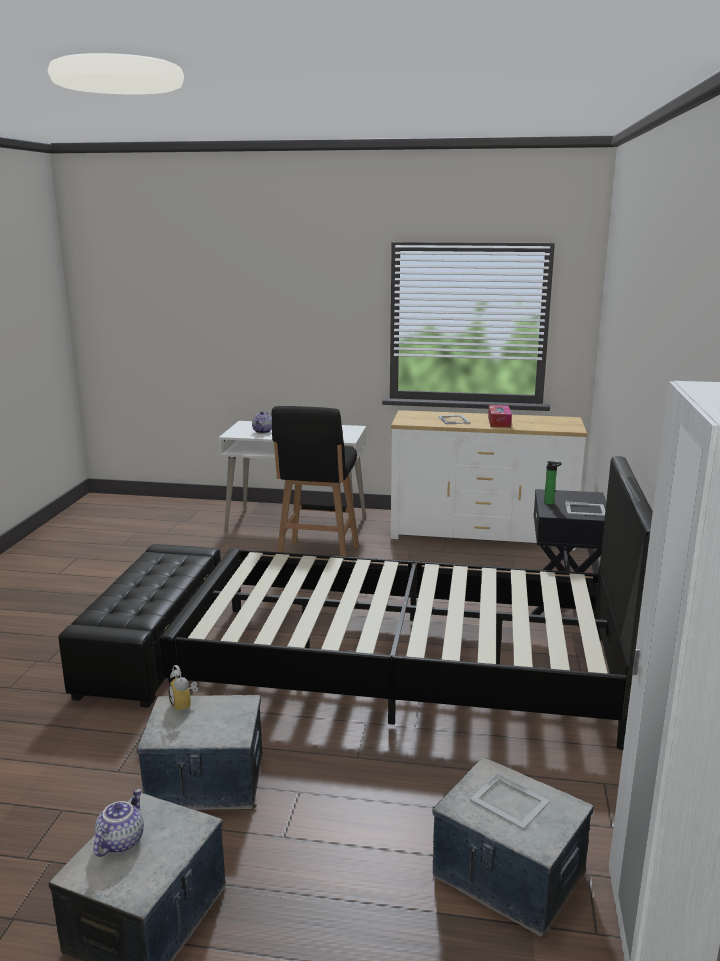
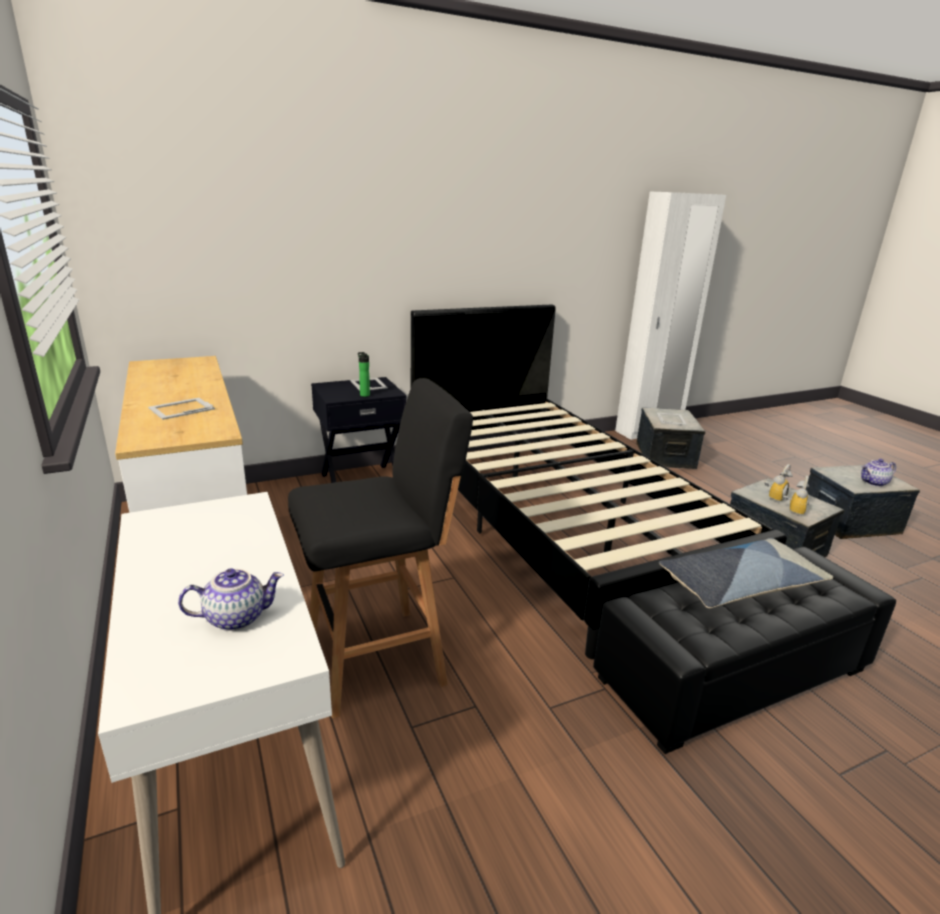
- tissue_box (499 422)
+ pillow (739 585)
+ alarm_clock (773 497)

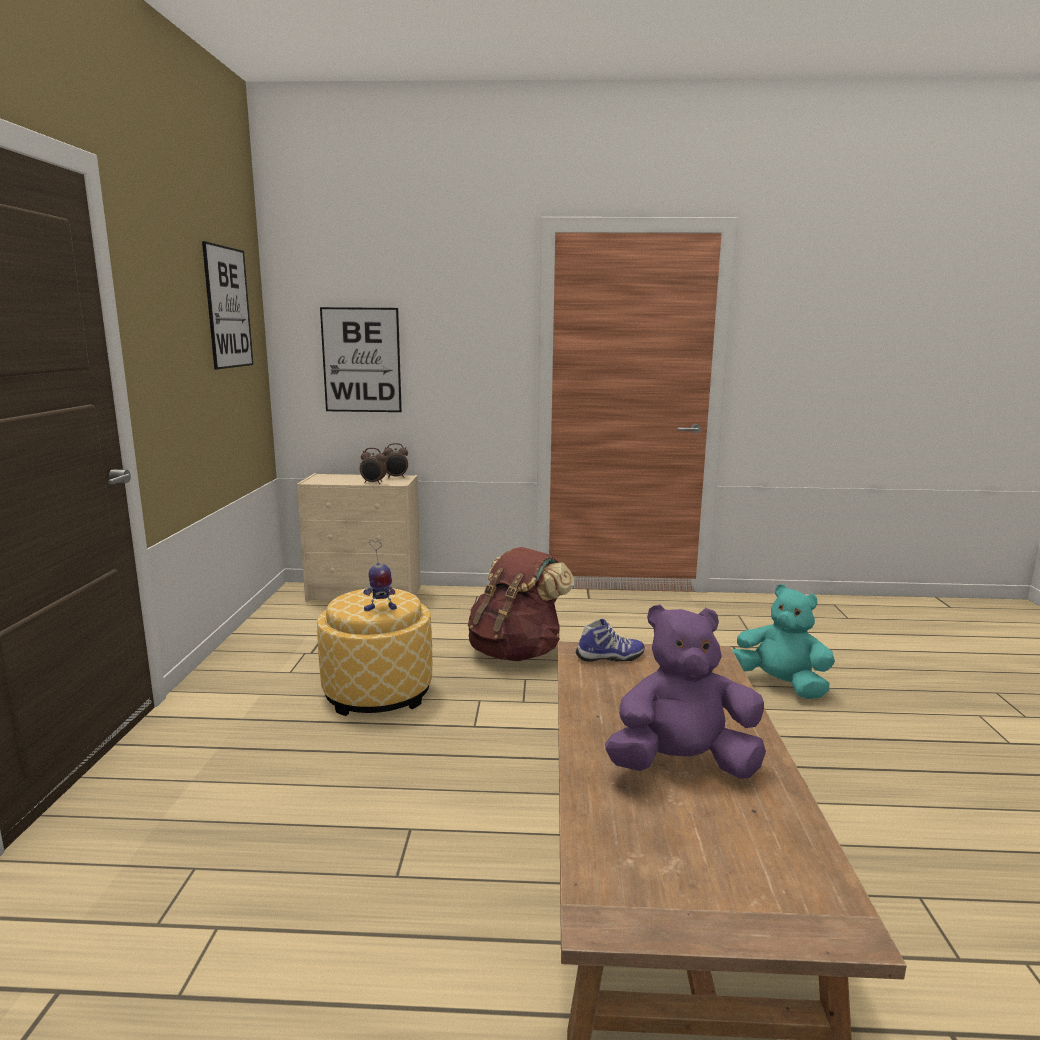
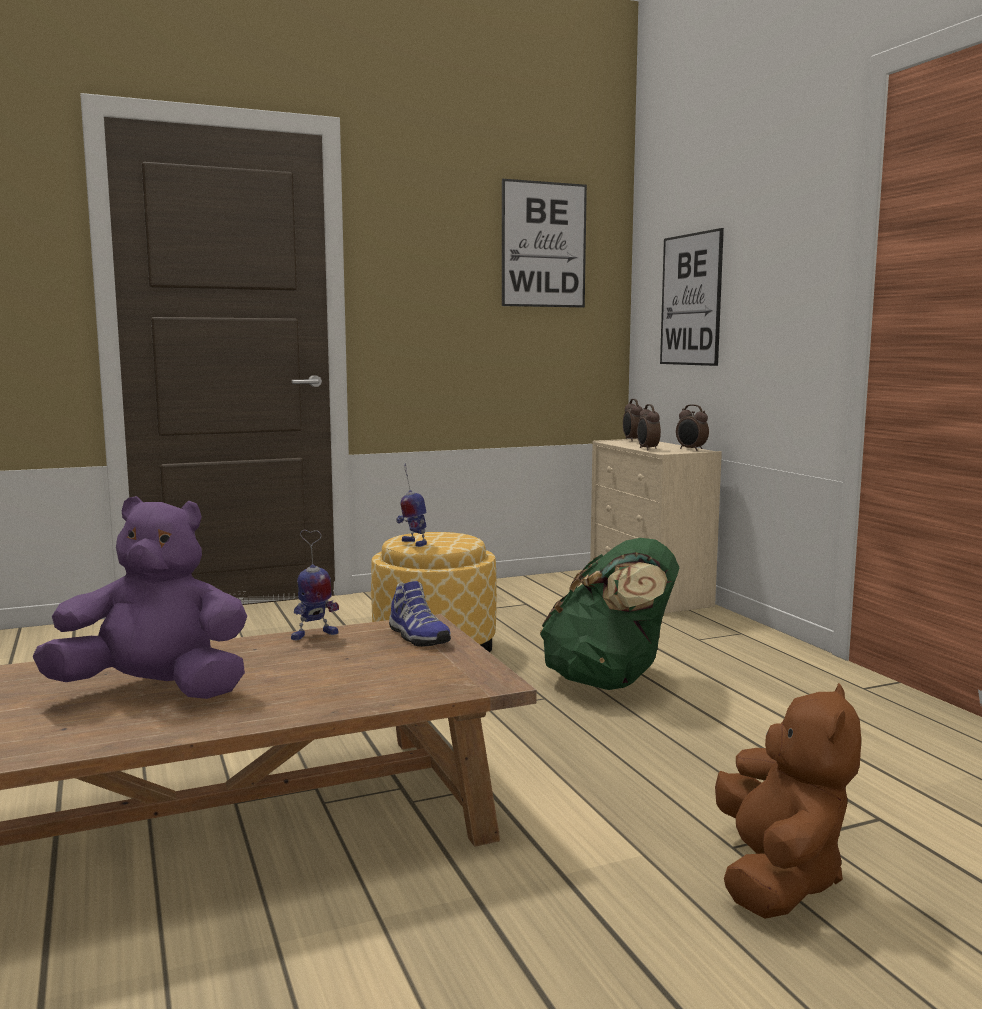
+ toy_robot (313 635)
+ alarm_clock (632 440)
~ brown_backpack (516 652) to green_backpack (610 681)
~ turquoise_plush_toy (779 685) to brown_plush_toy (777 877)
~ purple_plush_toy (682 765) = (155 691) 60 degrees counterclockwise

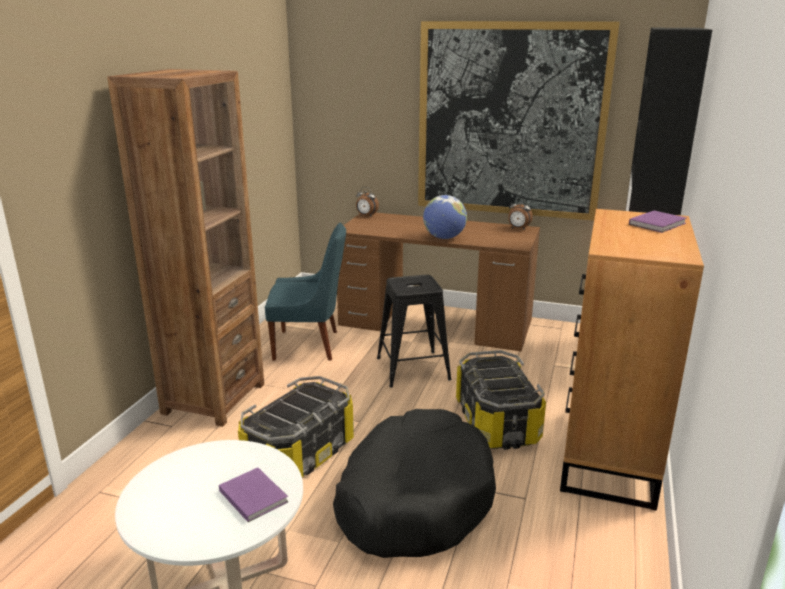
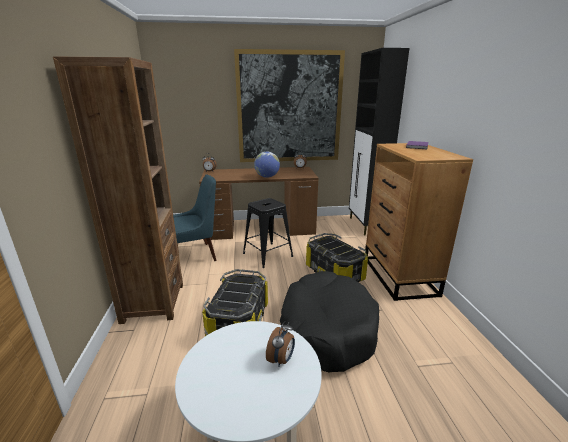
~ purple_book (253 495) to alarm_clock (281 359)

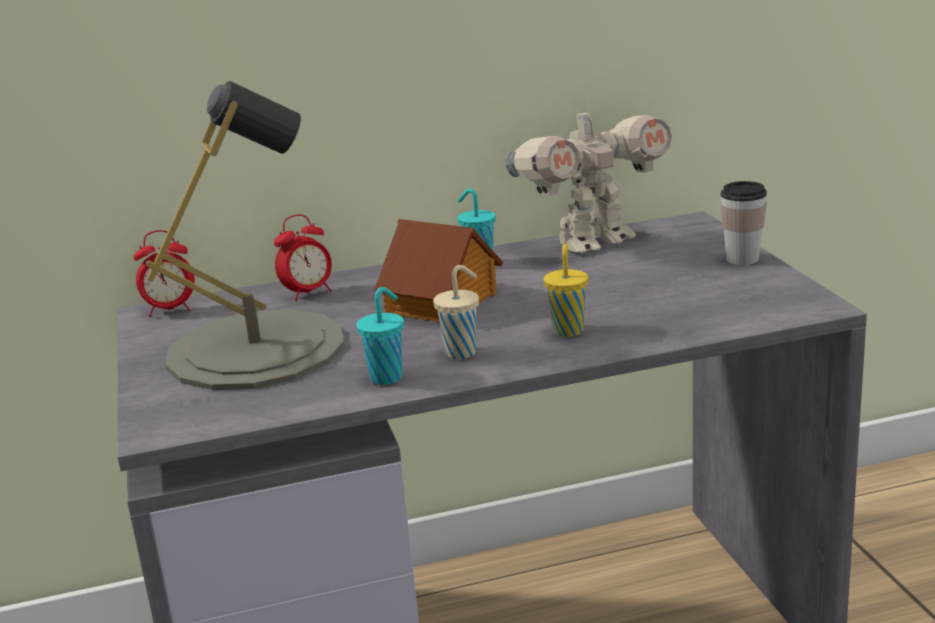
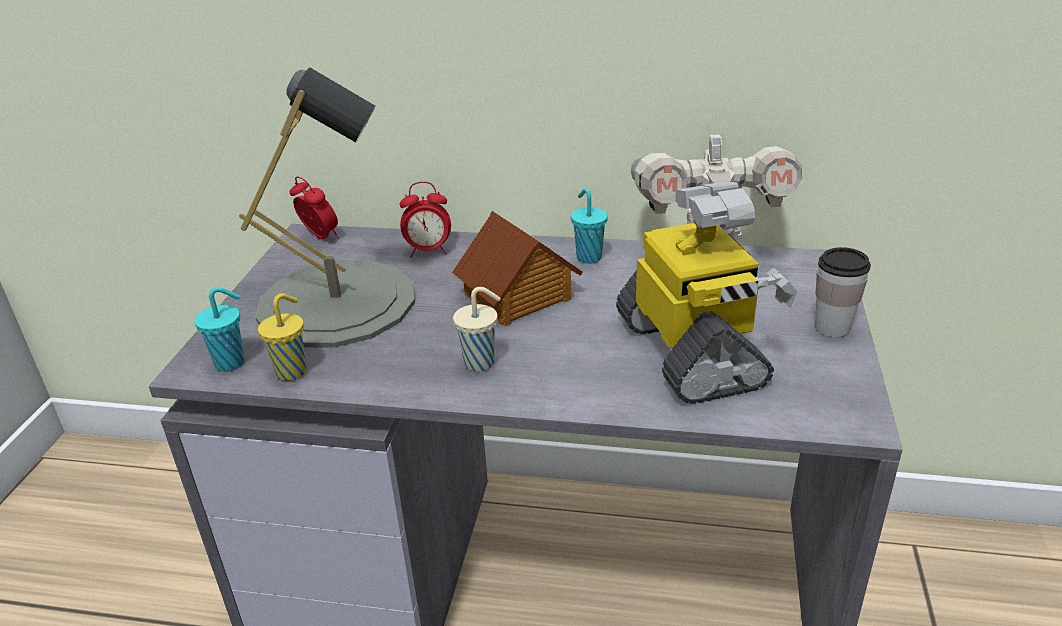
+ toy_robot (693 353)
~ turquoise_cup (387 377) to (232 362)
~ yellow_cup (568 330) to (293 371)
~ alarm_clock (170 310) = (320 238) 150 degrees counterclockwise

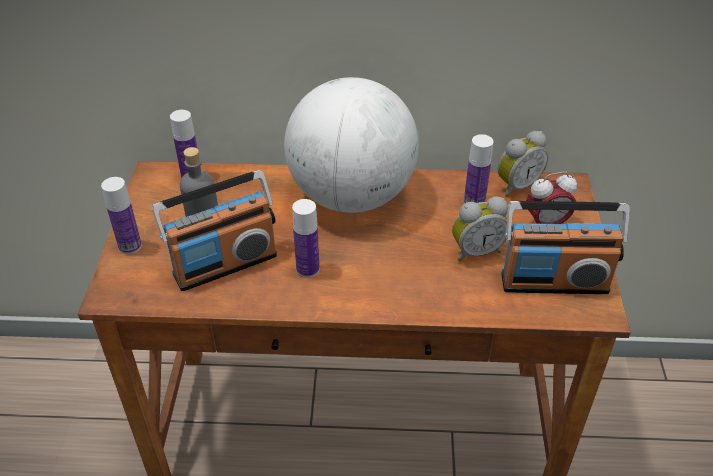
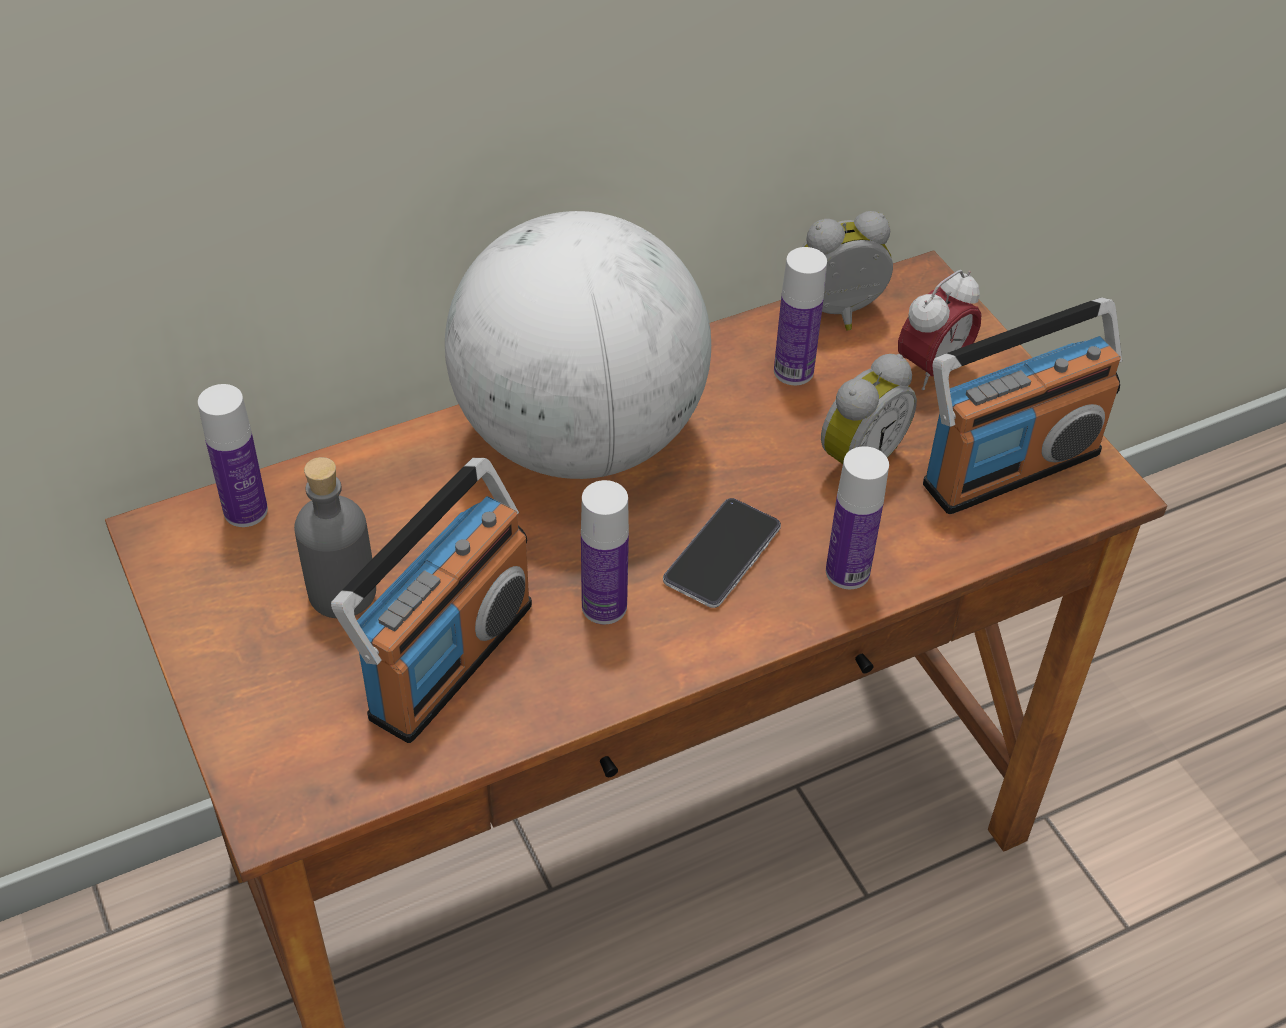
+ phone (722 554)
~ bottle (130 246) to (847 572)
~ alarm_clock (516 185) = (839 315) 135 degrees counterclockwise

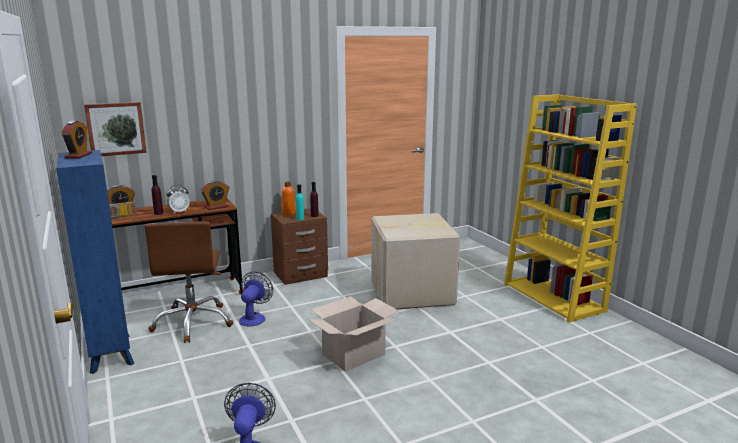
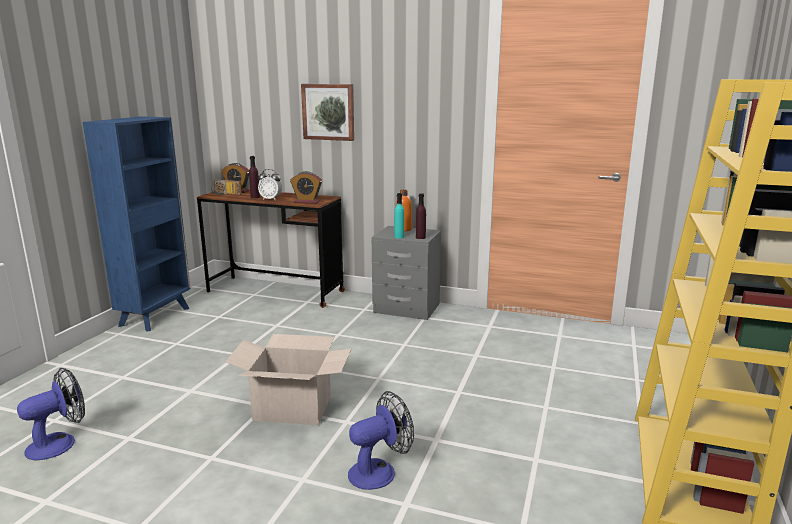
- alarm_clock (78 156)
- brown_office_chair (193 323)
- cardboard_box (413 293)
~ picture (116 128) to (328 112)
~ fan (254 317) to (379 471)
~ brown_nightstand (300 274) to grey_nightstand (406 308)

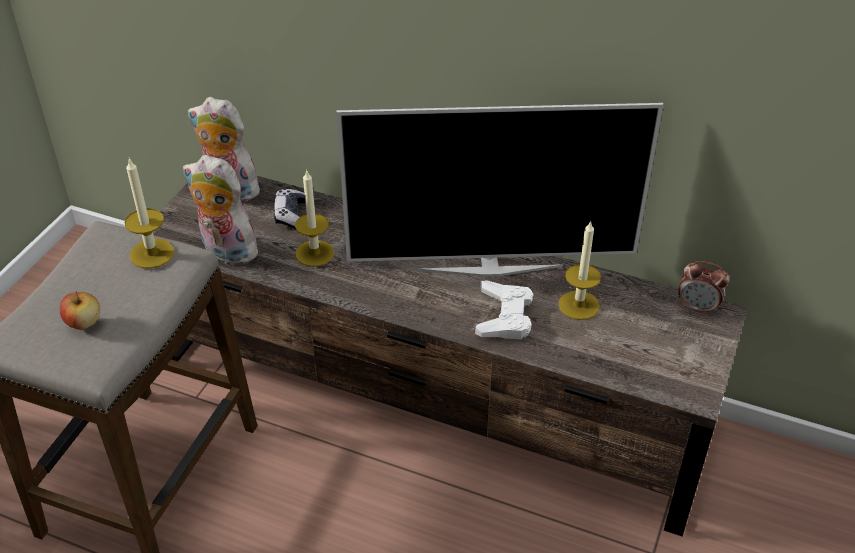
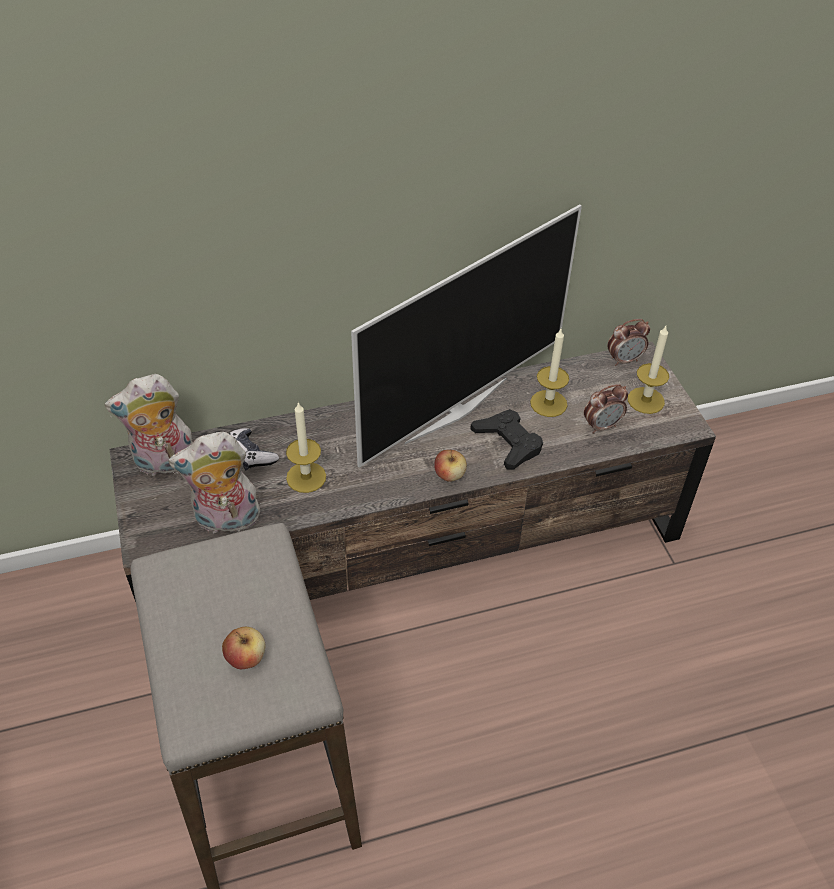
+ apple (449 475)
+ alarm_clock (602 426)
~ candle (152 253) to (646 400)
~ white_game_controller (504 316) to black_game_controller (508 443)

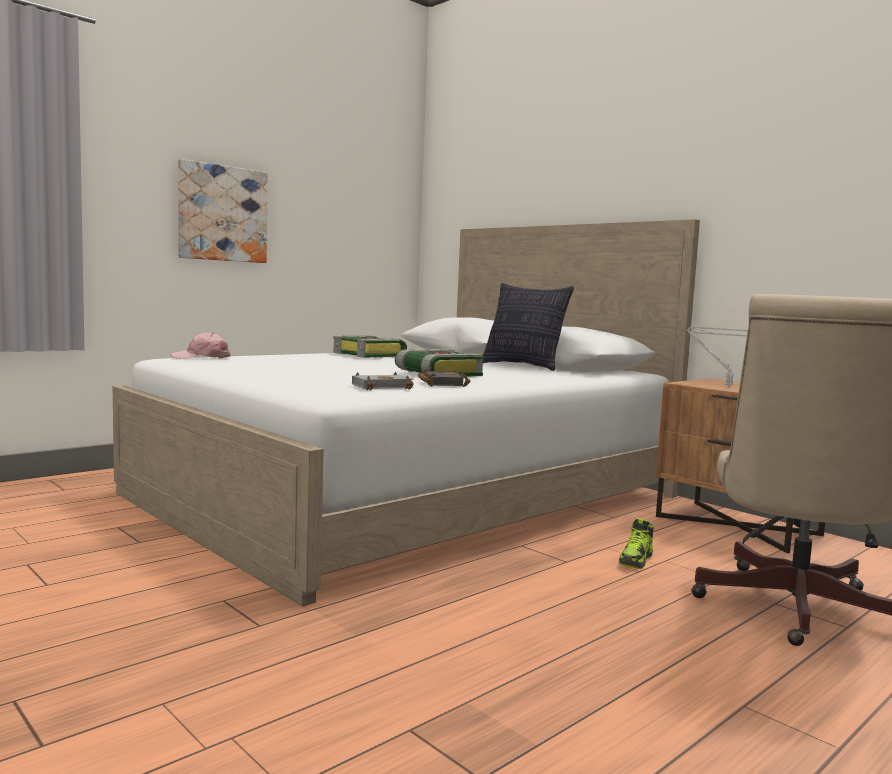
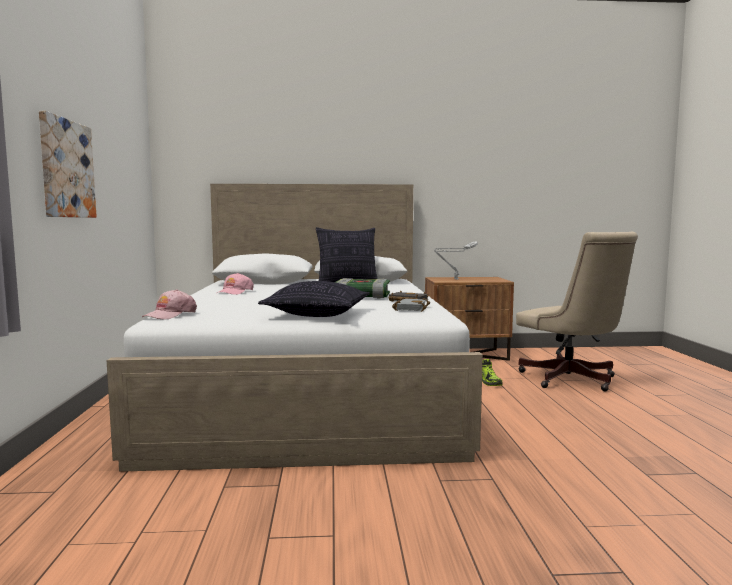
+ pillow (318 314)
~ book (370 355) to pink_cap (234 292)

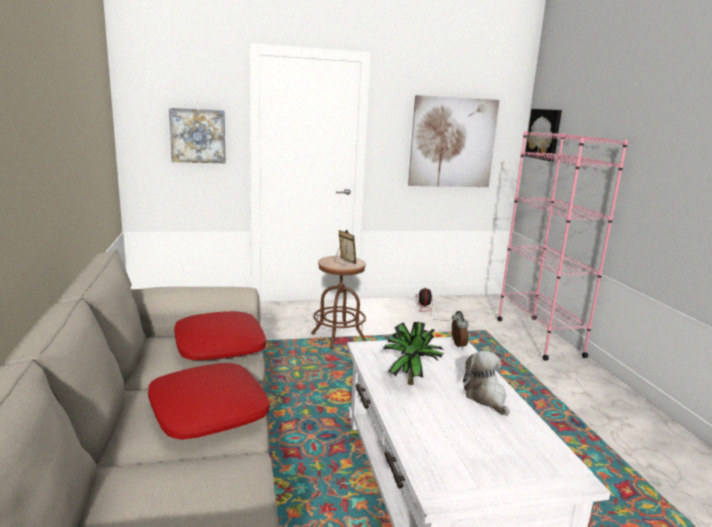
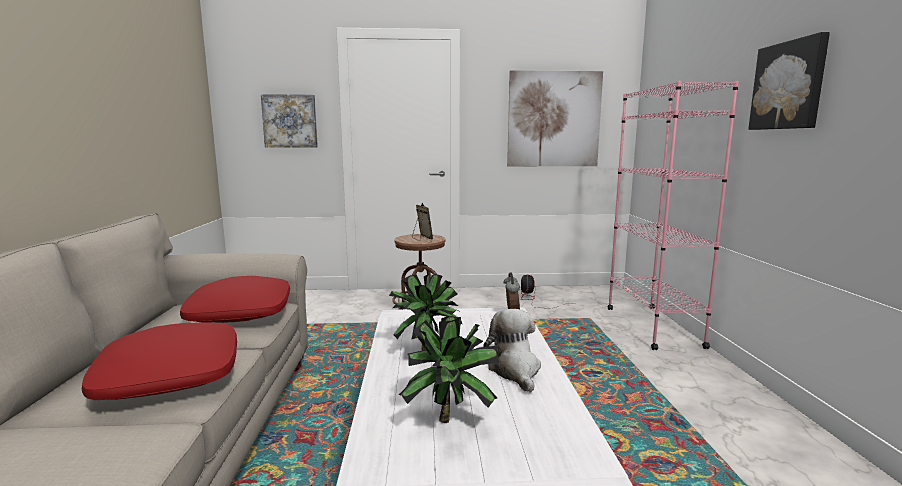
+ potted_plant (451 418)
~ picture (544 134) to (789 85)

